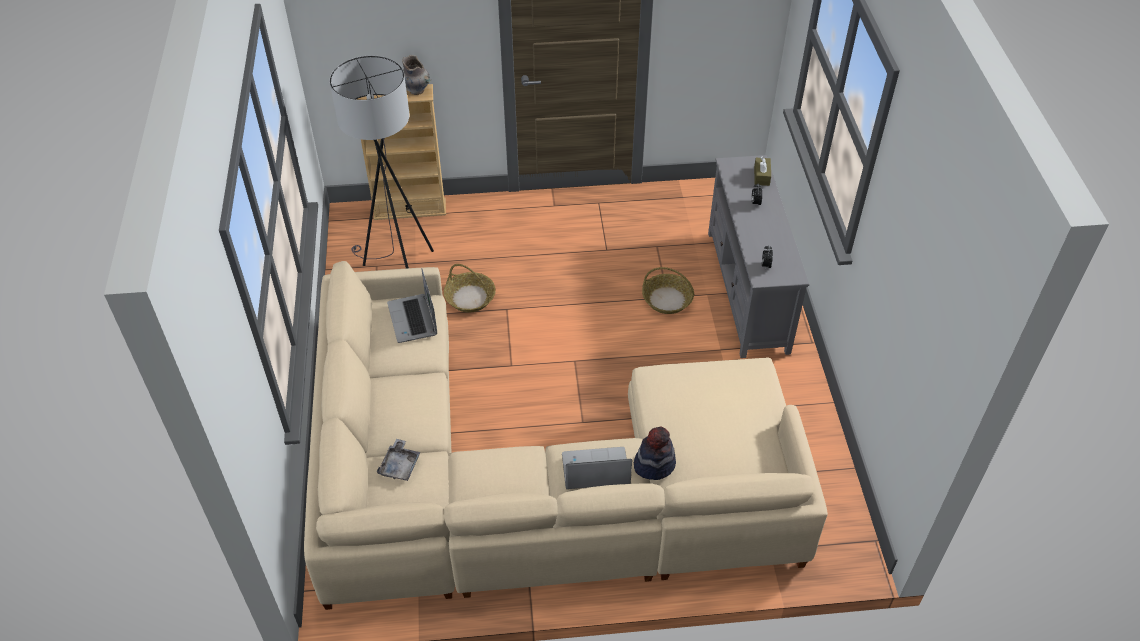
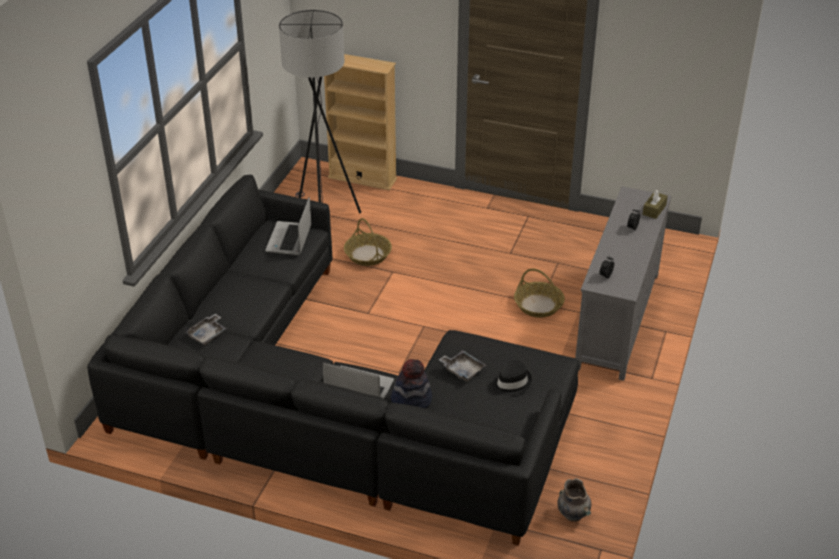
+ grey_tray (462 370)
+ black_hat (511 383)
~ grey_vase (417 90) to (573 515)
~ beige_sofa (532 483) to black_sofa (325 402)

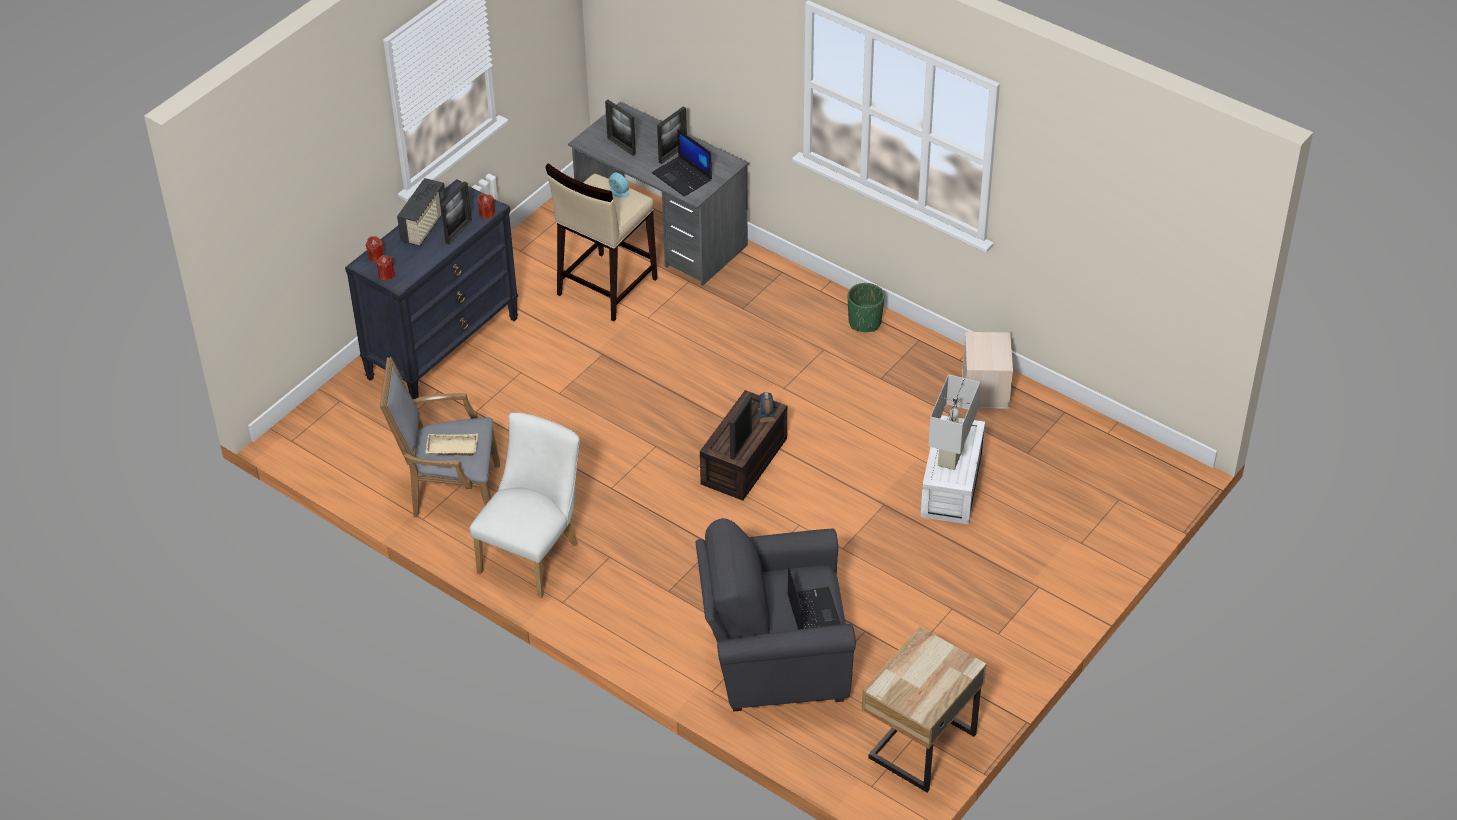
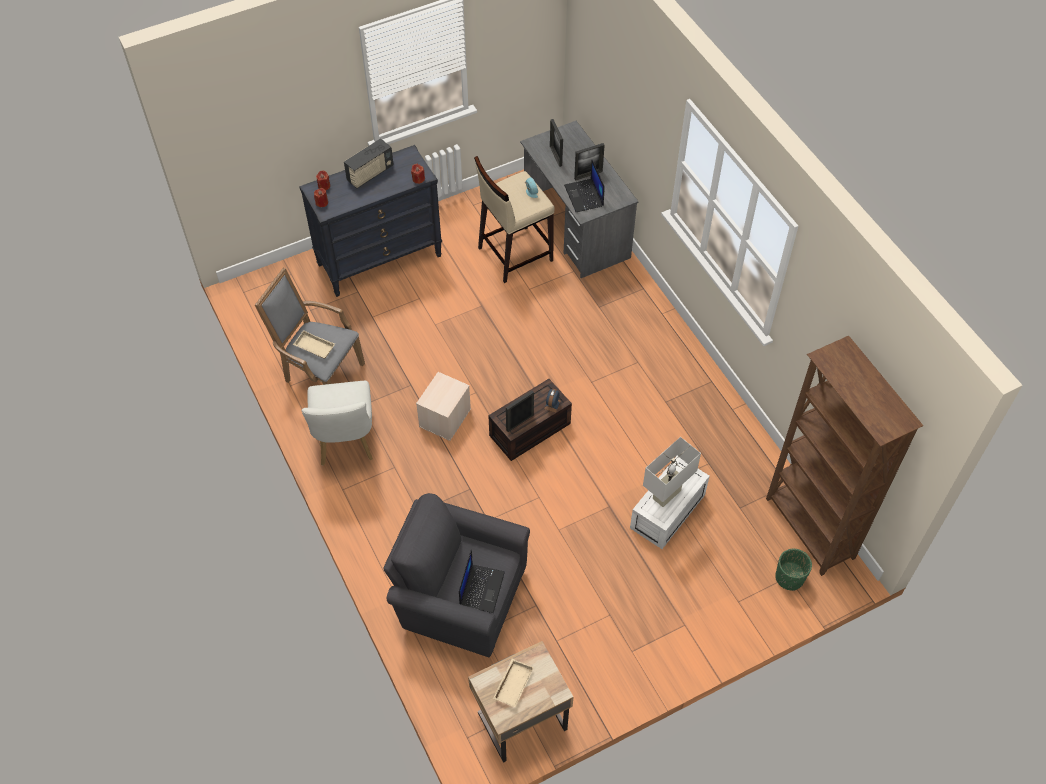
- picture_frame (458 232)
+ beige_tray (512 683)
+ brown_bookcase (809 529)
~ green_planter (864 322) to (789 578)
~ beige_storage_box (986 389) to (445 418)
~ white_chair (533 554) = (345 443) 120 degrees clockwise

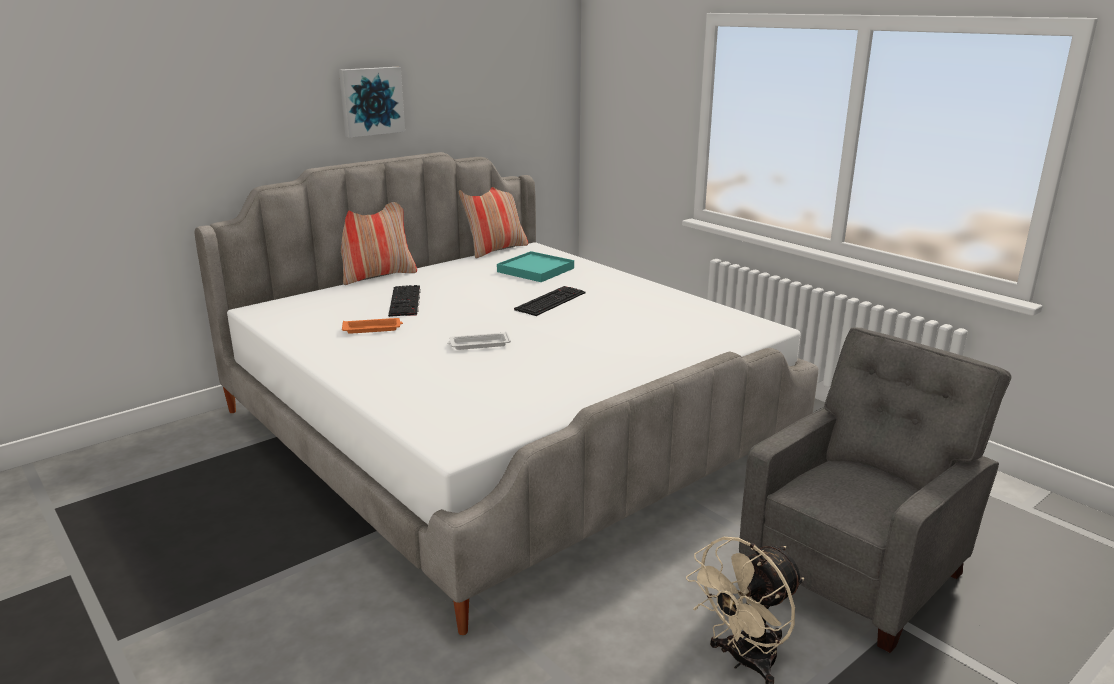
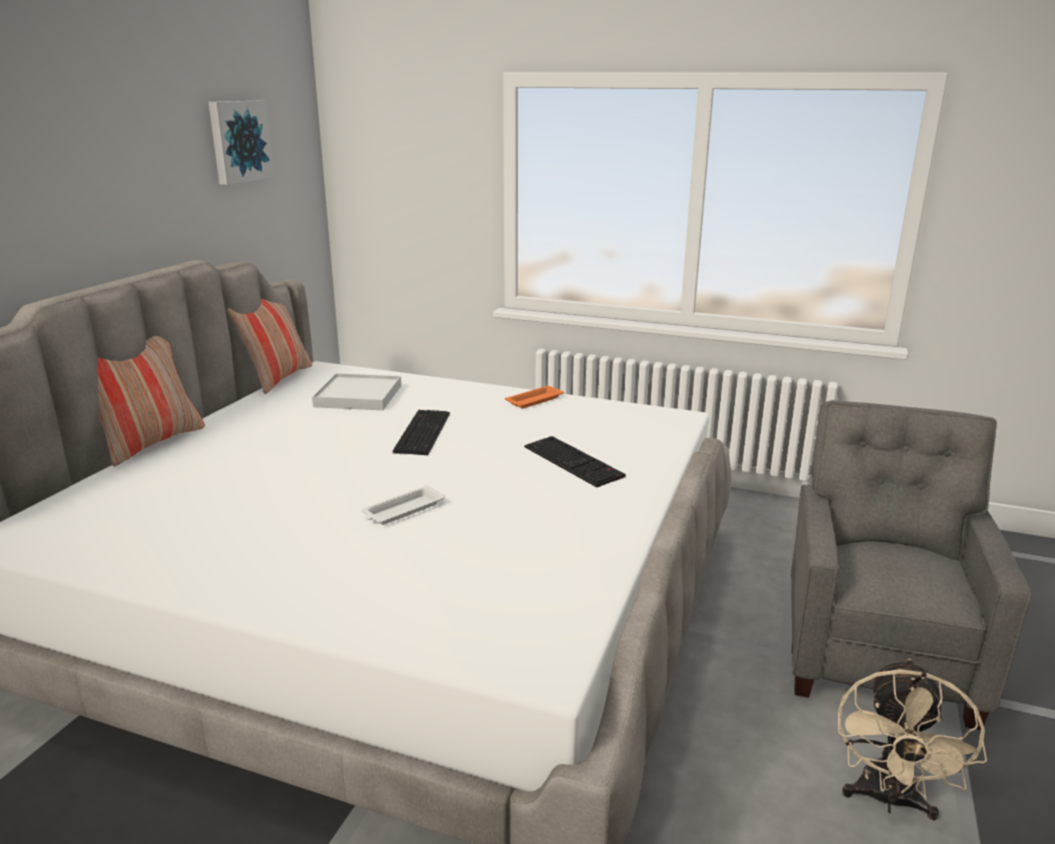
~ picture (371 101) to (239 141)
~ orange_tray (373 329) to (535 400)
~ keyboard (406 301) to (575 461)
~ turquoise_tray (535 270) to white_tray (358 396)

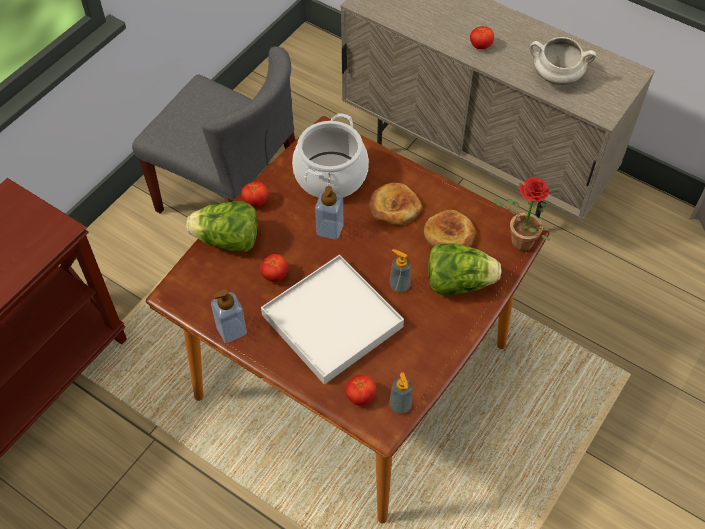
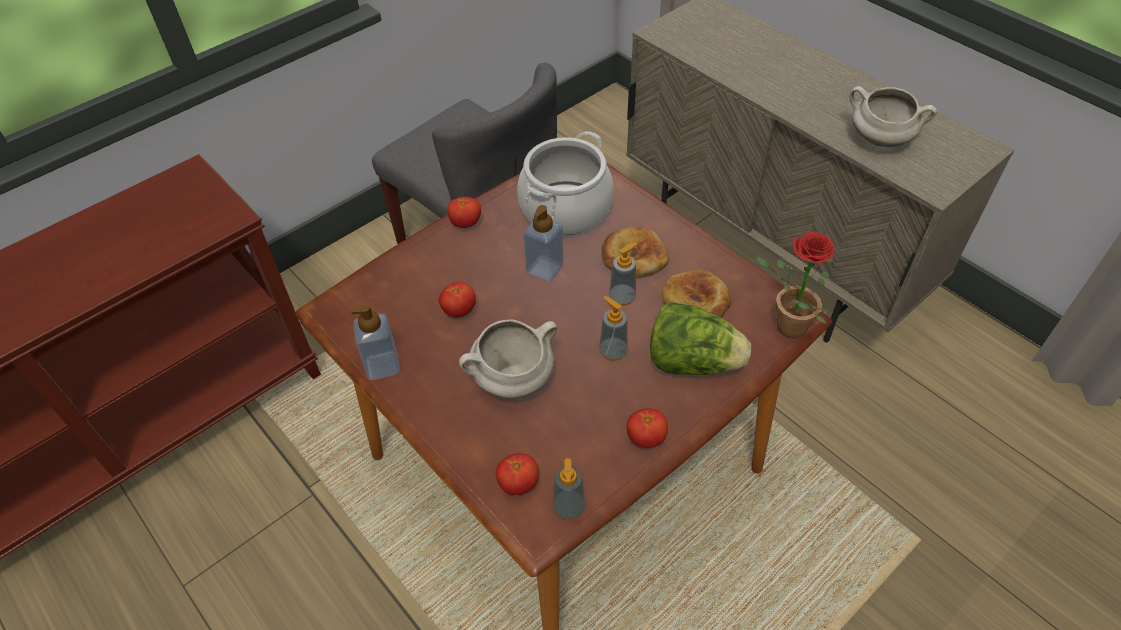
- lettuce (227 240)
+ soap_dispenser (622 297)
~ tomato (480 46) to (646 438)
~ white_tray (332 321) to white_cooking_pot (512 379)

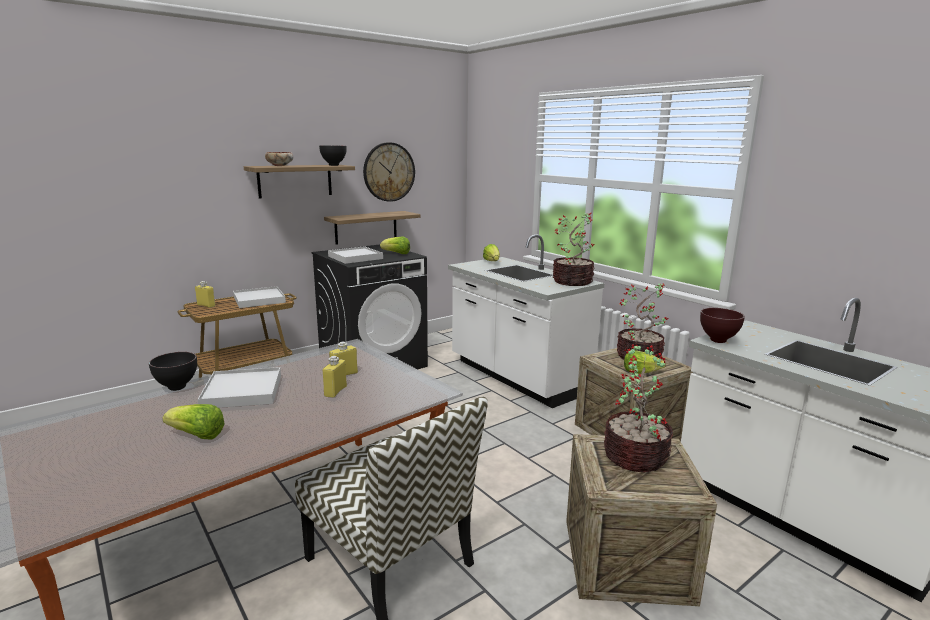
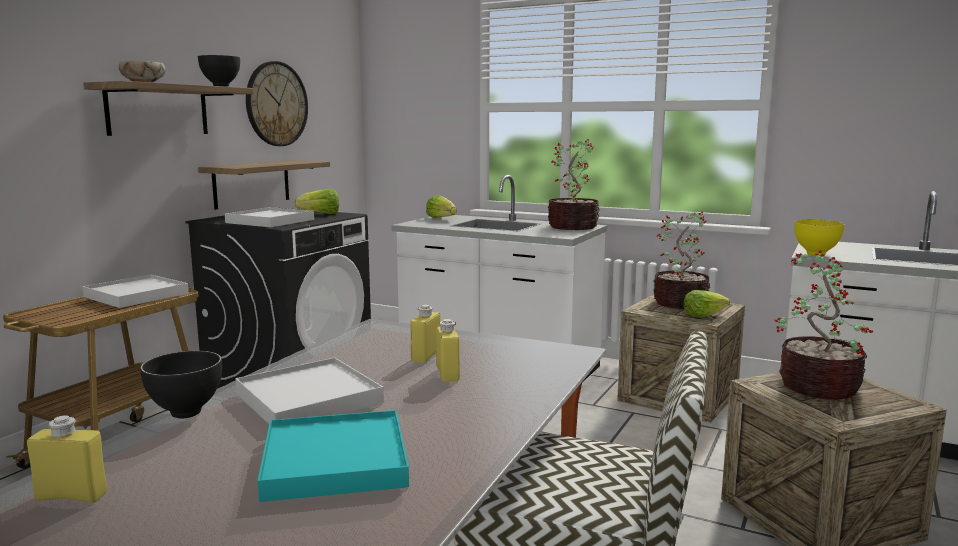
~ yellow_bottle (206 305) to (71 496)
~ lettuce (197 436) to turquoise_tray (335 461)
~ brown_bowl (717 341) to yellow_bowl (815 255)

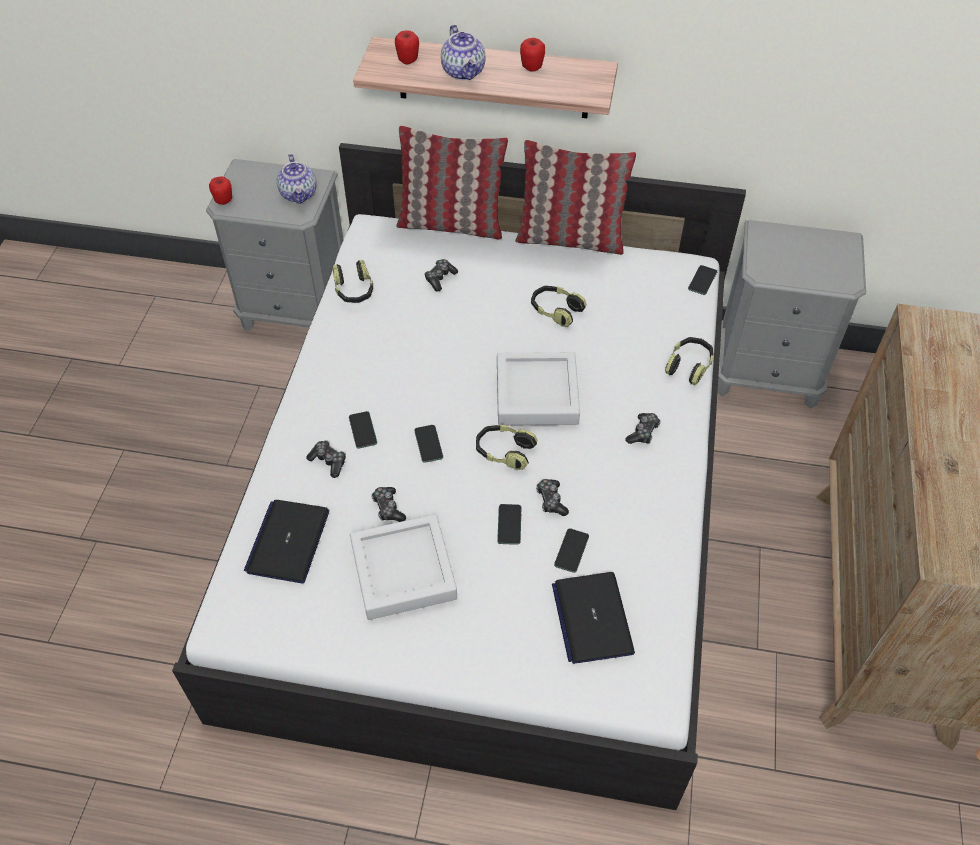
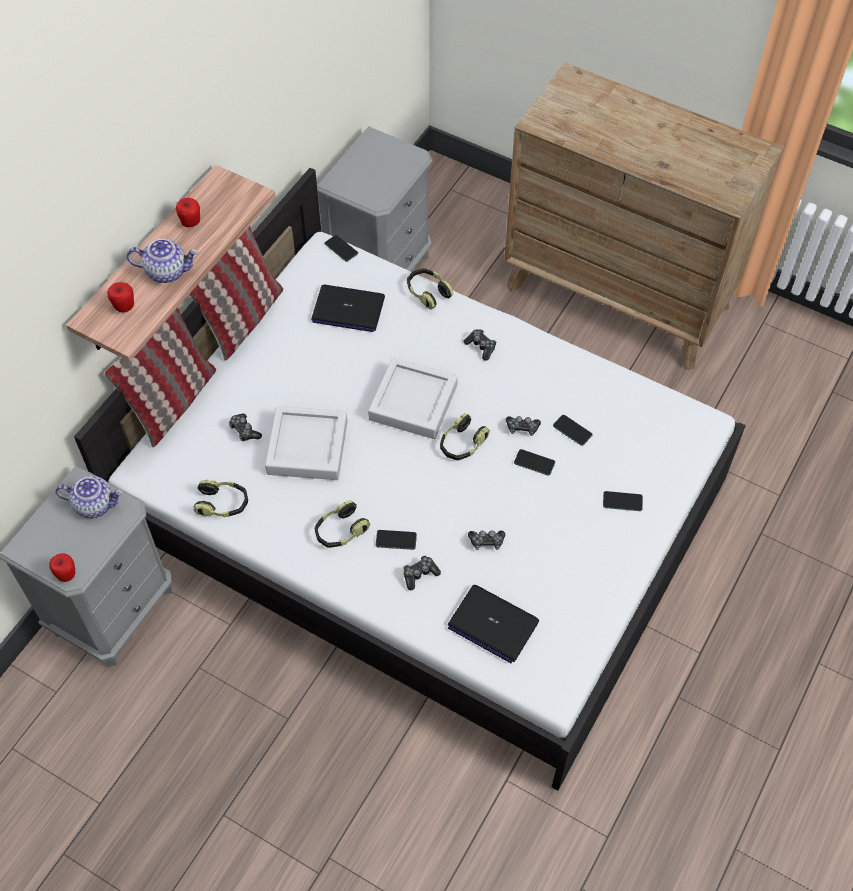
~ grey_tray (403 571) to (307 447)
~ phone (428 444) to (622 501)
~ headphones (556 311) to (340 531)
~ laptop (592 618) to (348 309)

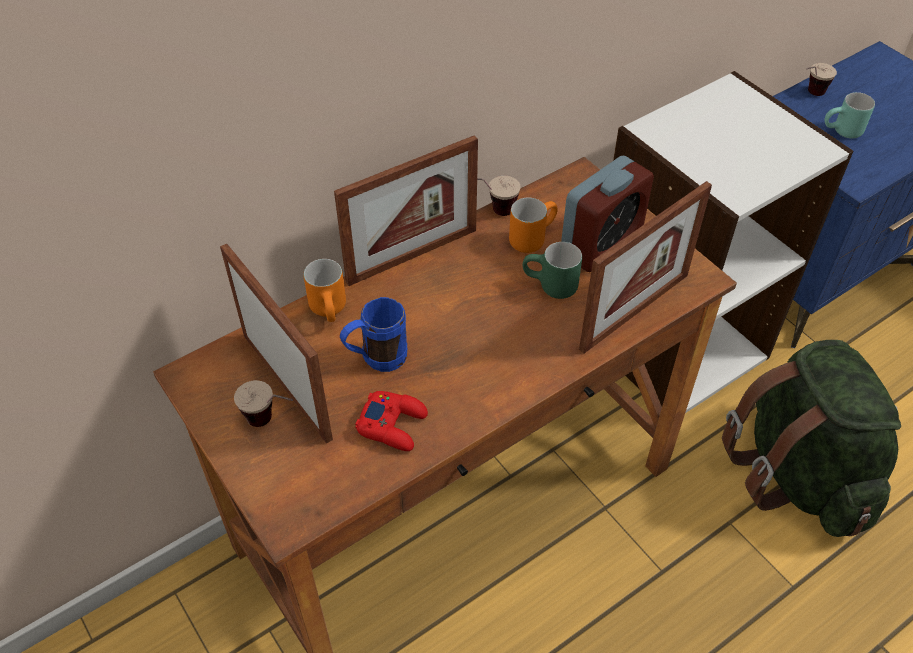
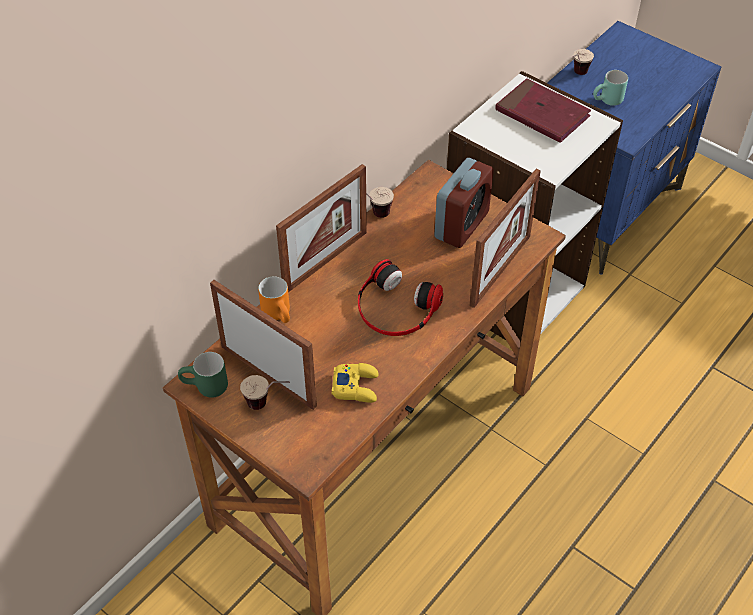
- blue_mug (376 360)
- orange_mug (531 237)
- green_backpack (798 473)
+ headphones (395 308)
+ red_book (542 114)
~ green_mug (549 287) to (205 389)
~ red_game_controller (393 424) to yellow_game_controller (356 386)

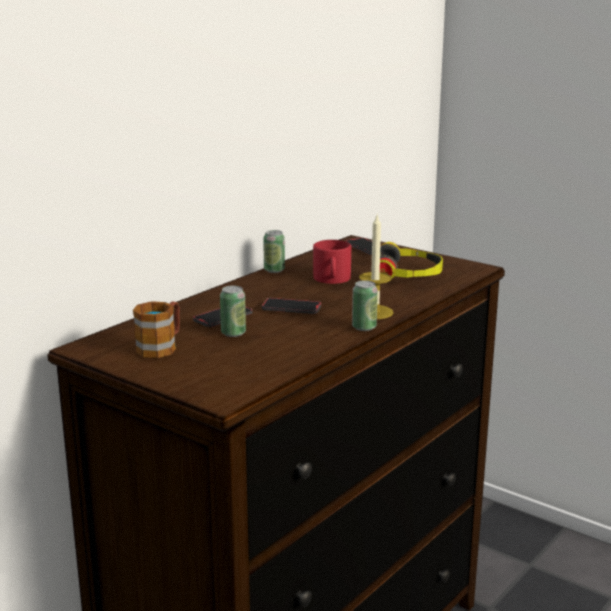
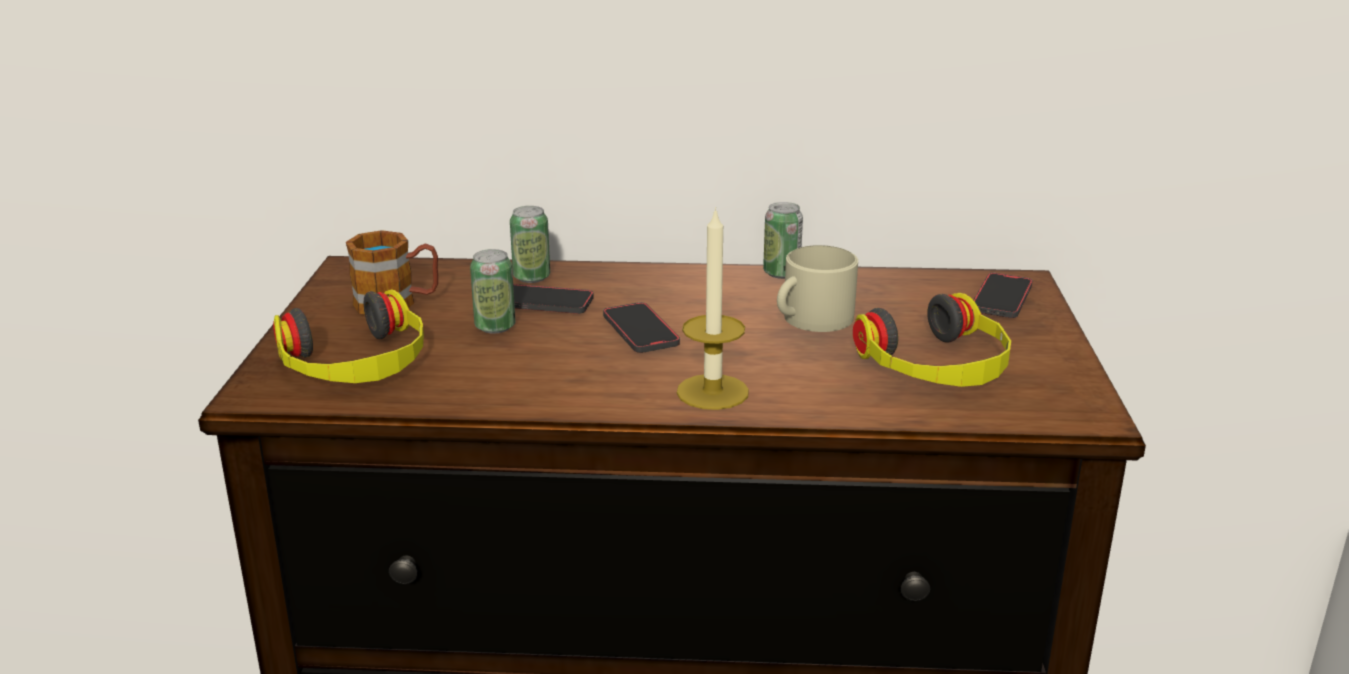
+ headphones (356 362)
~ can (364 327) to (531 277)
~ red_mug (332 279) to beige_mug (811 319)

